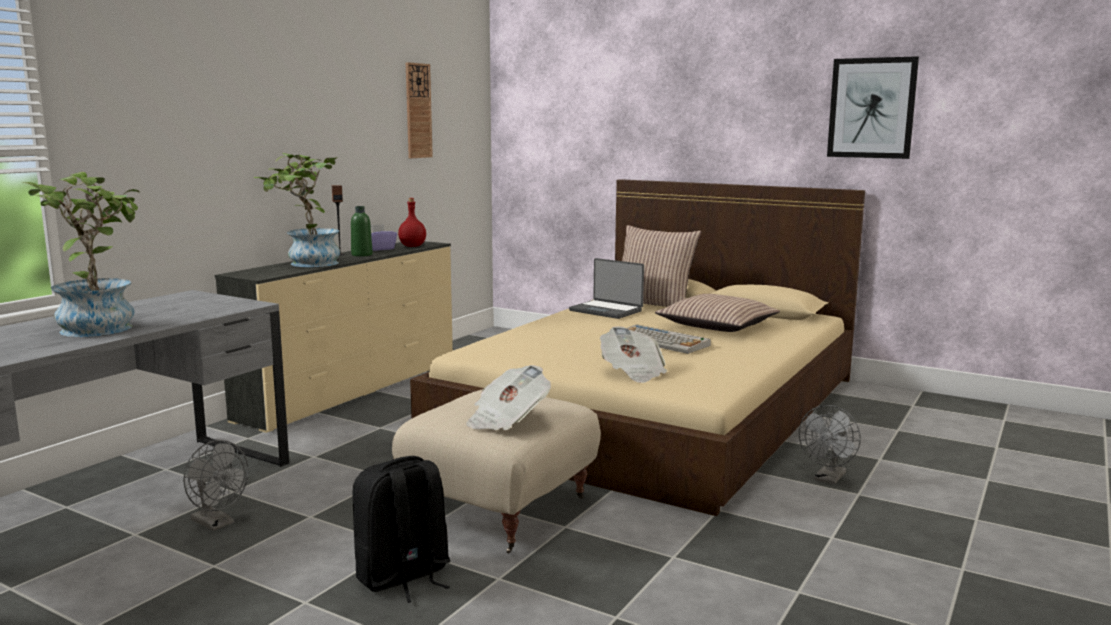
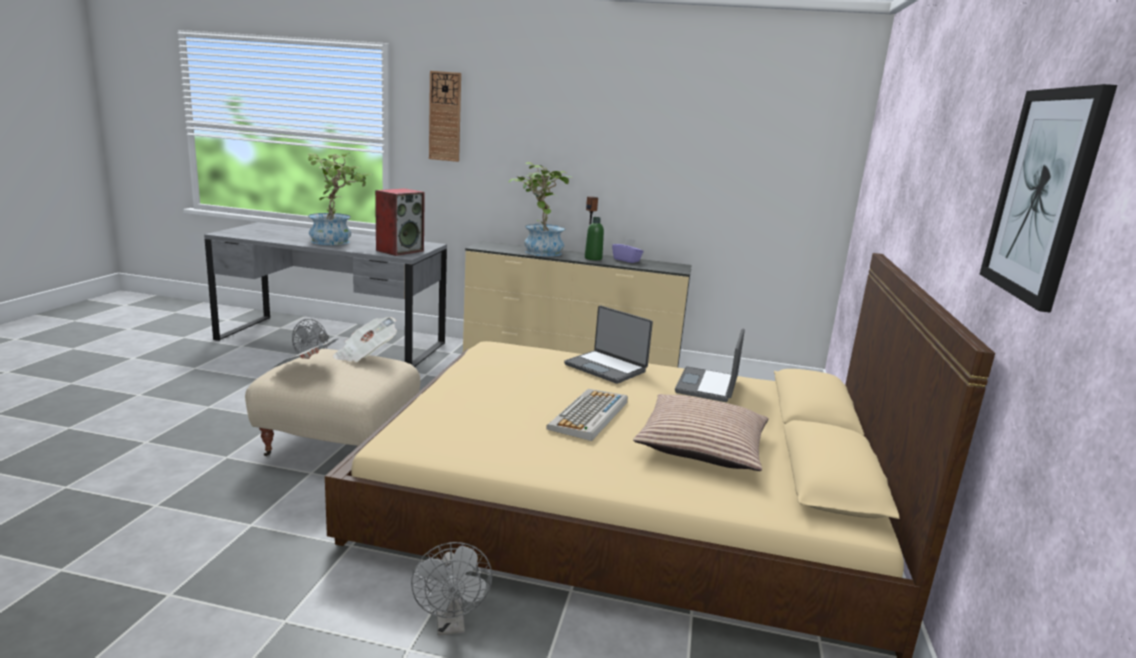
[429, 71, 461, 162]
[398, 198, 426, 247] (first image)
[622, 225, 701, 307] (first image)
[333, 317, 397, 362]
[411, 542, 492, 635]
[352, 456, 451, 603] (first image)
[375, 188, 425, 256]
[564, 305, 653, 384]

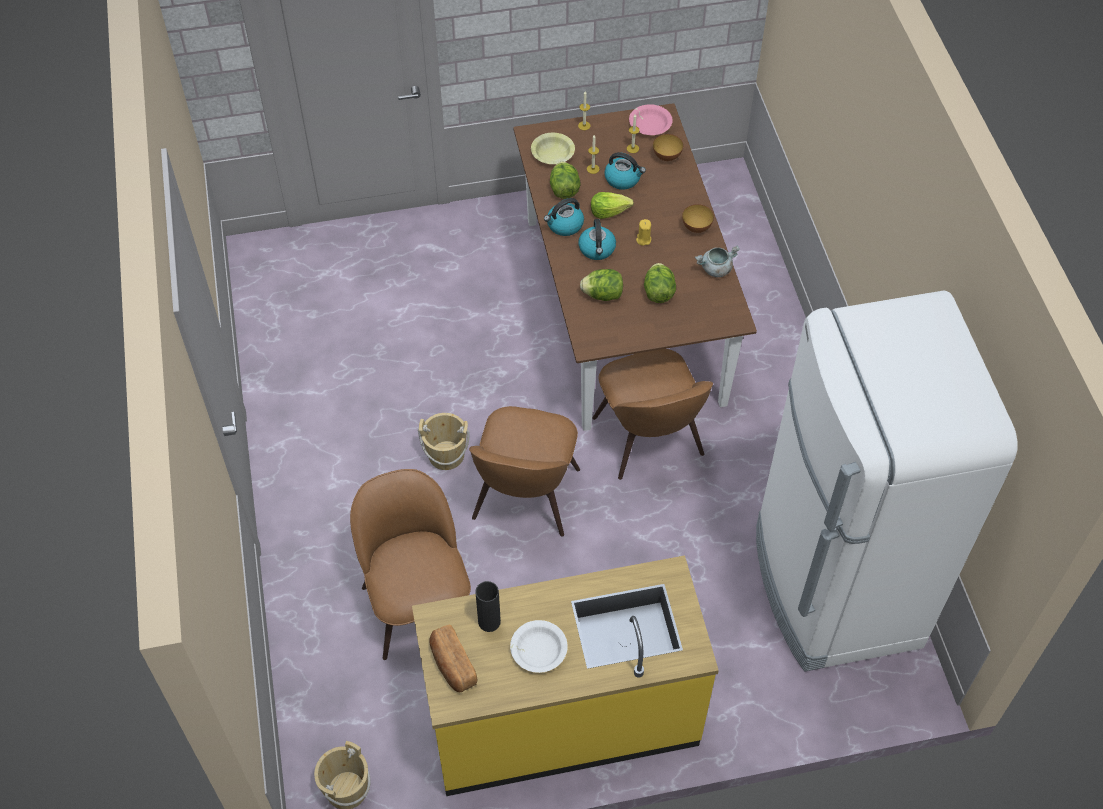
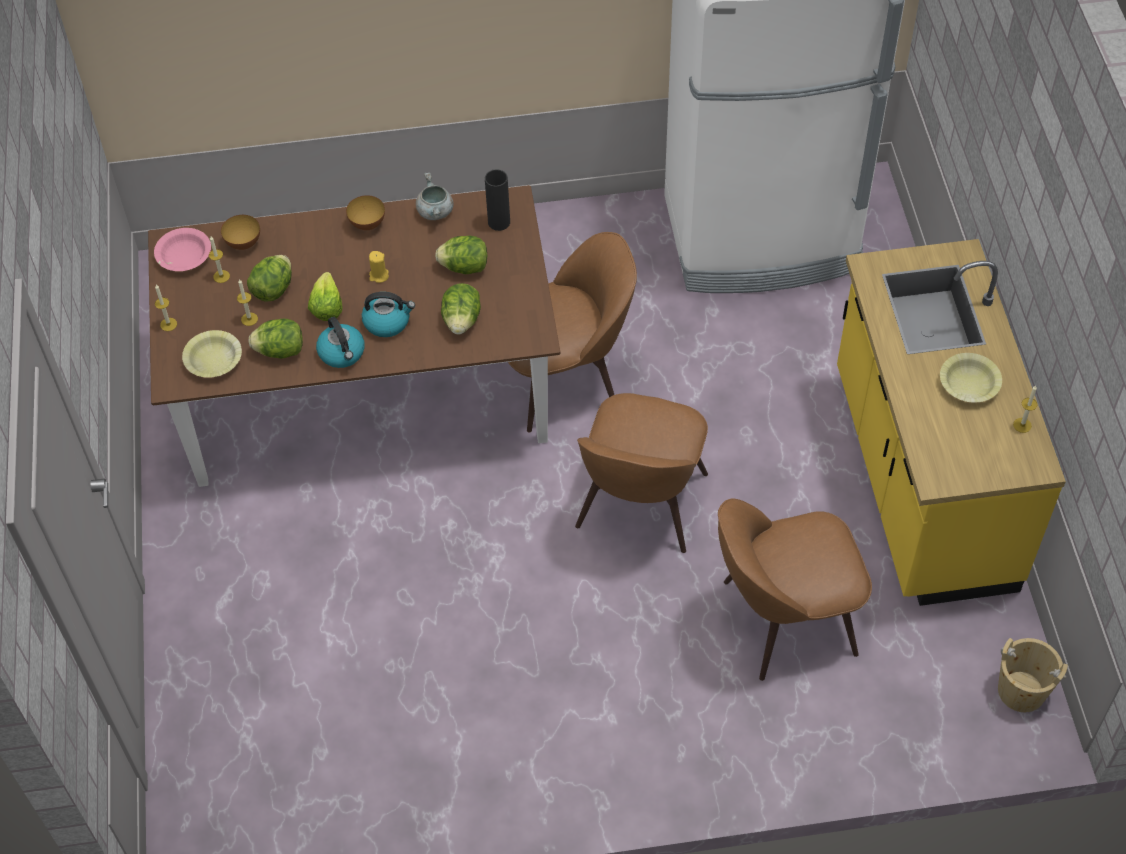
[247, 255, 292, 302]
[575, 393, 708, 553]
[418, 413, 470, 470] (first image)
[485, 169, 510, 231]
[940, 353, 1002, 403]
[429, 625, 477, 692] (first image)
[1013, 386, 1037, 433]

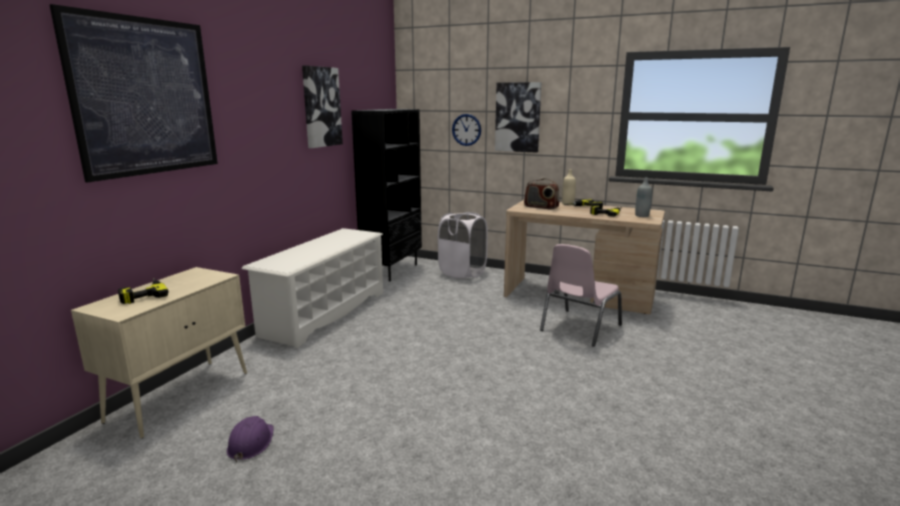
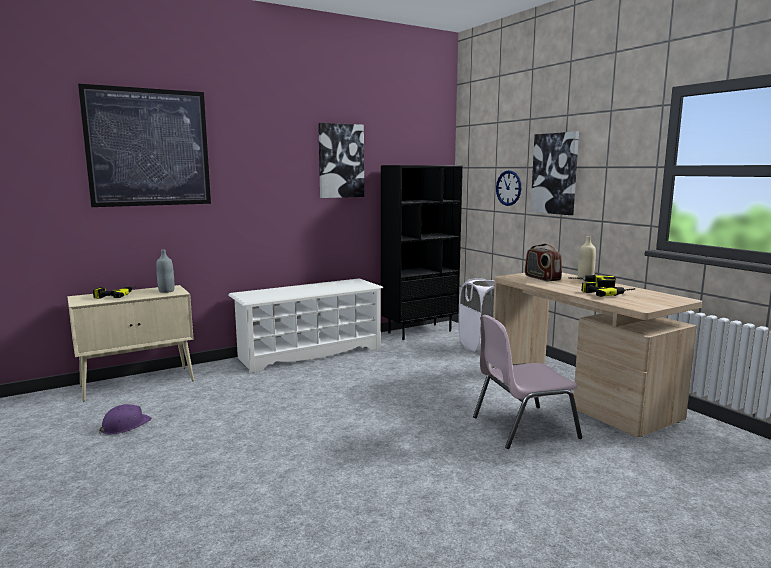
[156, 250, 175, 293]

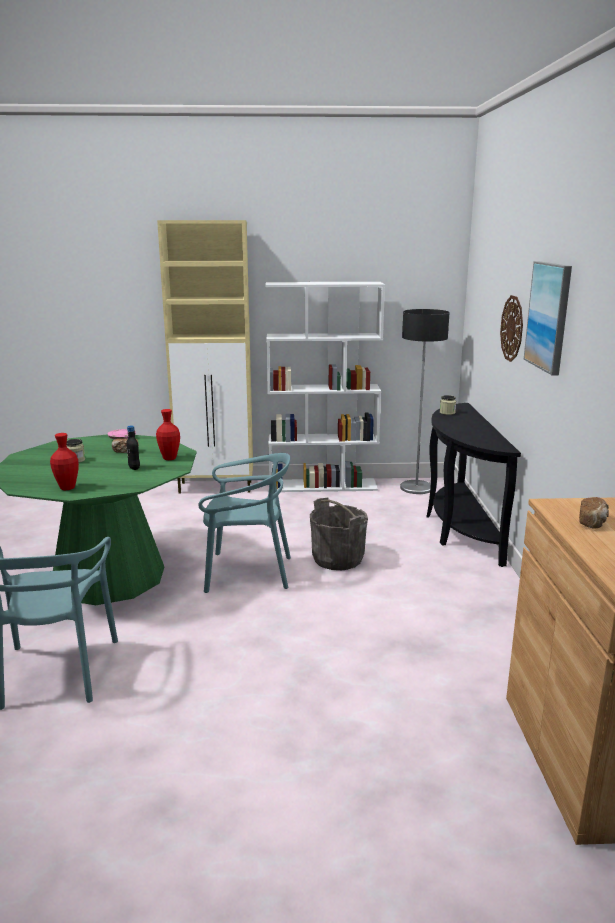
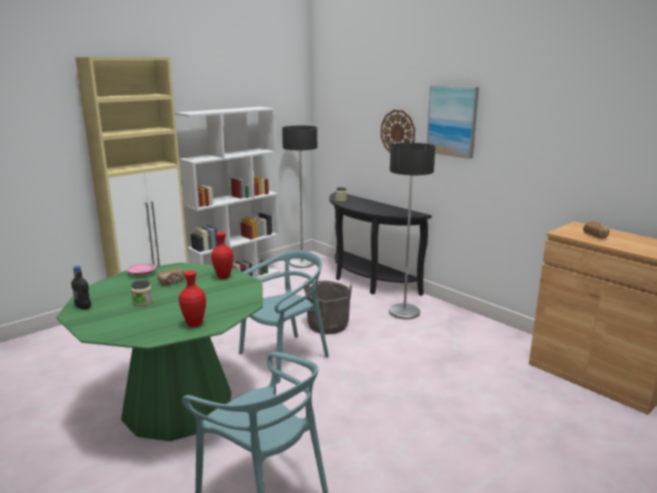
[71, 266, 91, 309]
[389, 143, 435, 319]

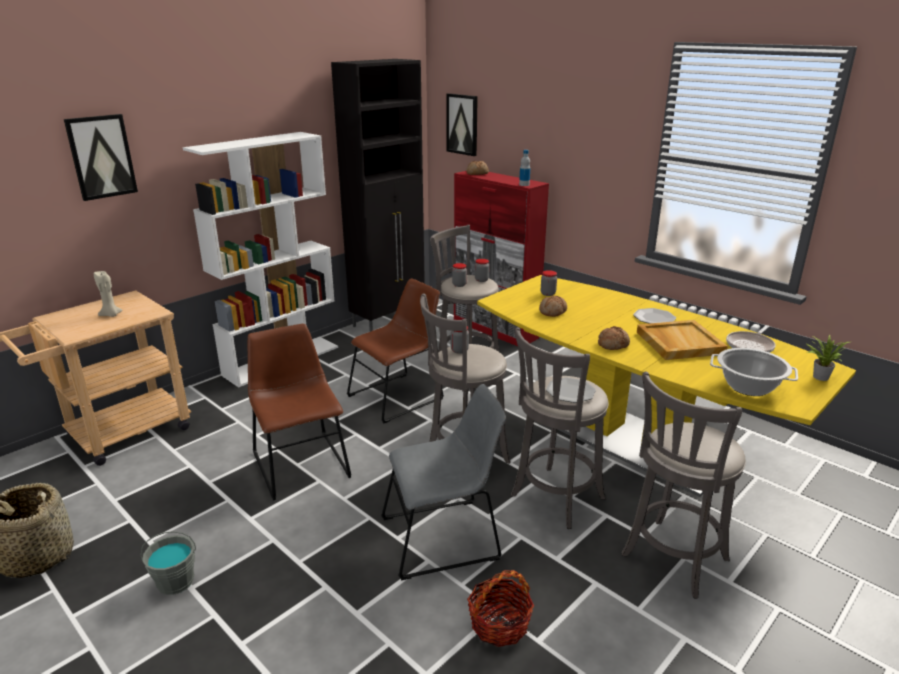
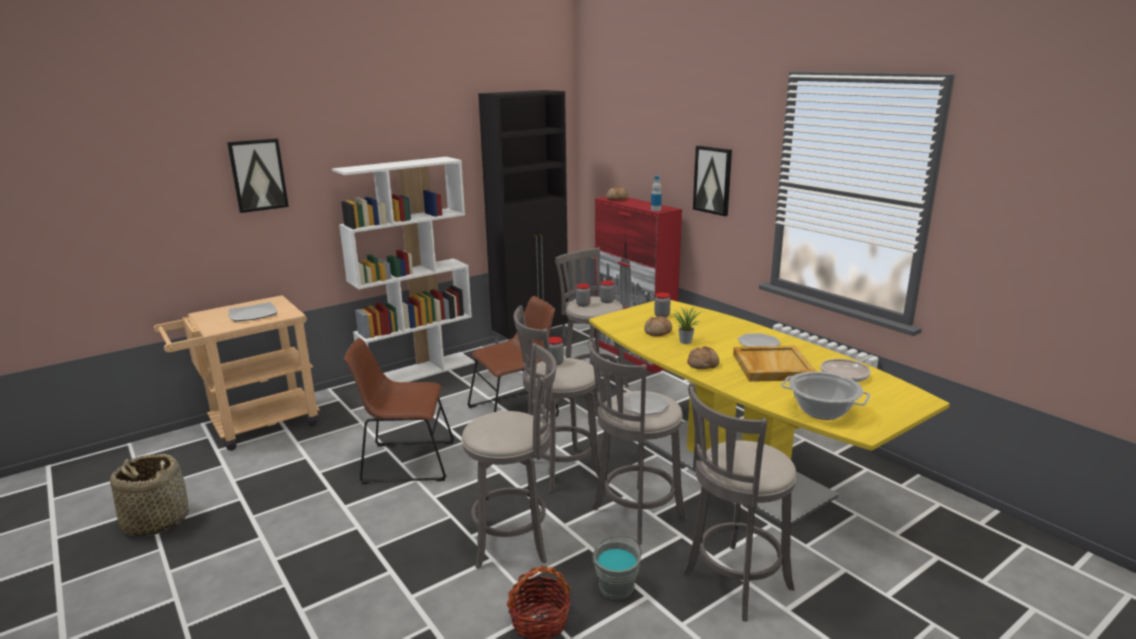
[693, 146, 732, 216]
[229, 302, 277, 322]
[344, 338, 454, 484]
[674, 306, 705, 344]
[462, 343, 557, 569]
[593, 535, 641, 600]

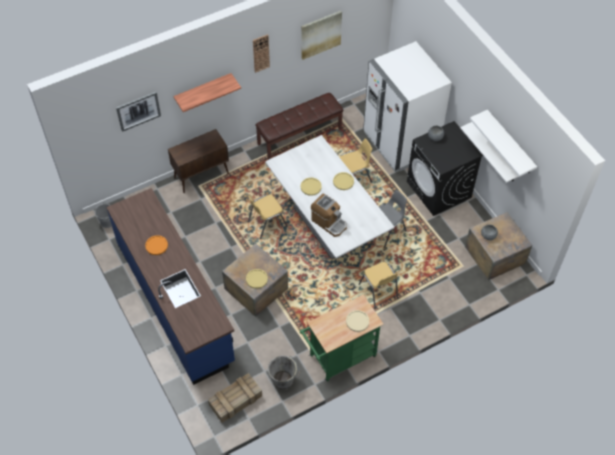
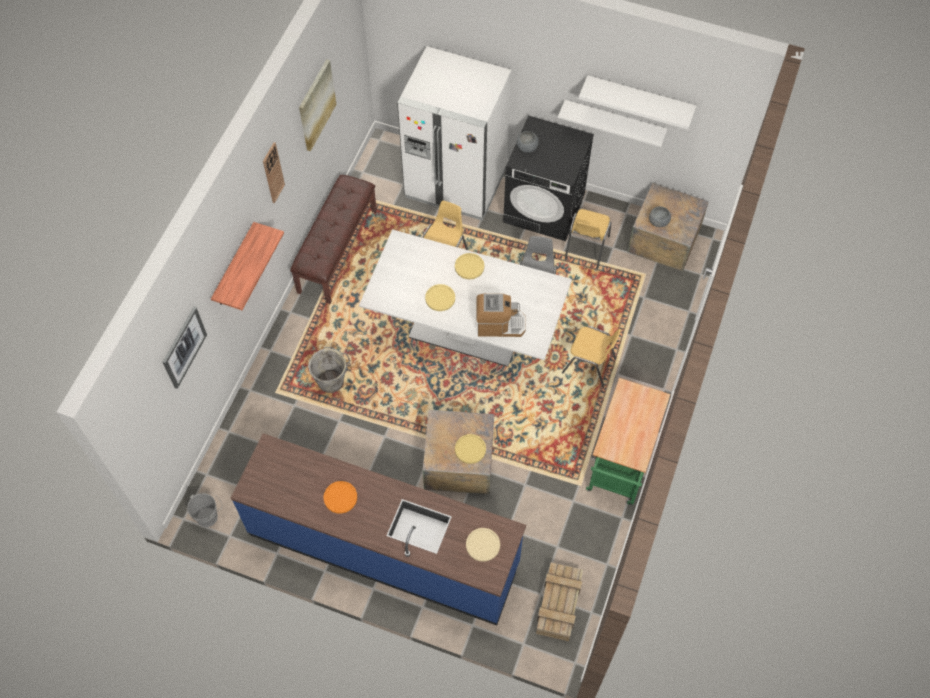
[168, 129, 229, 193] (first image)
[565, 209, 611, 269]
[466, 528, 500, 562]
[308, 347, 351, 393]

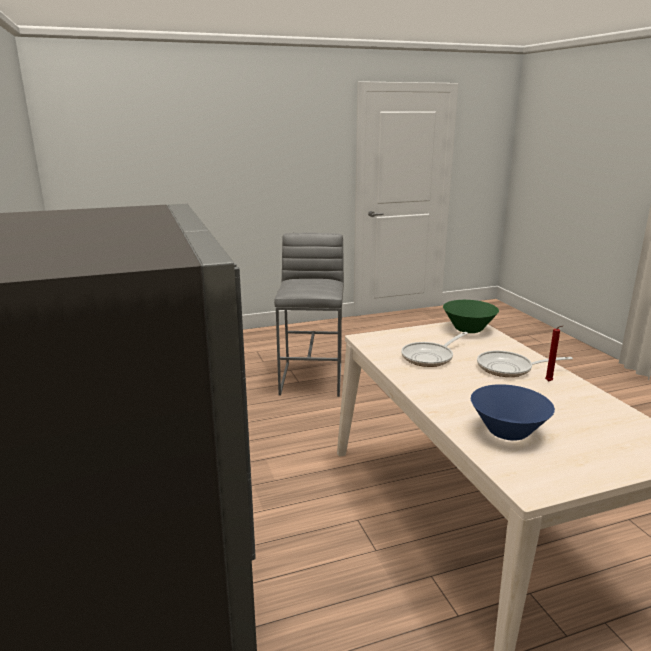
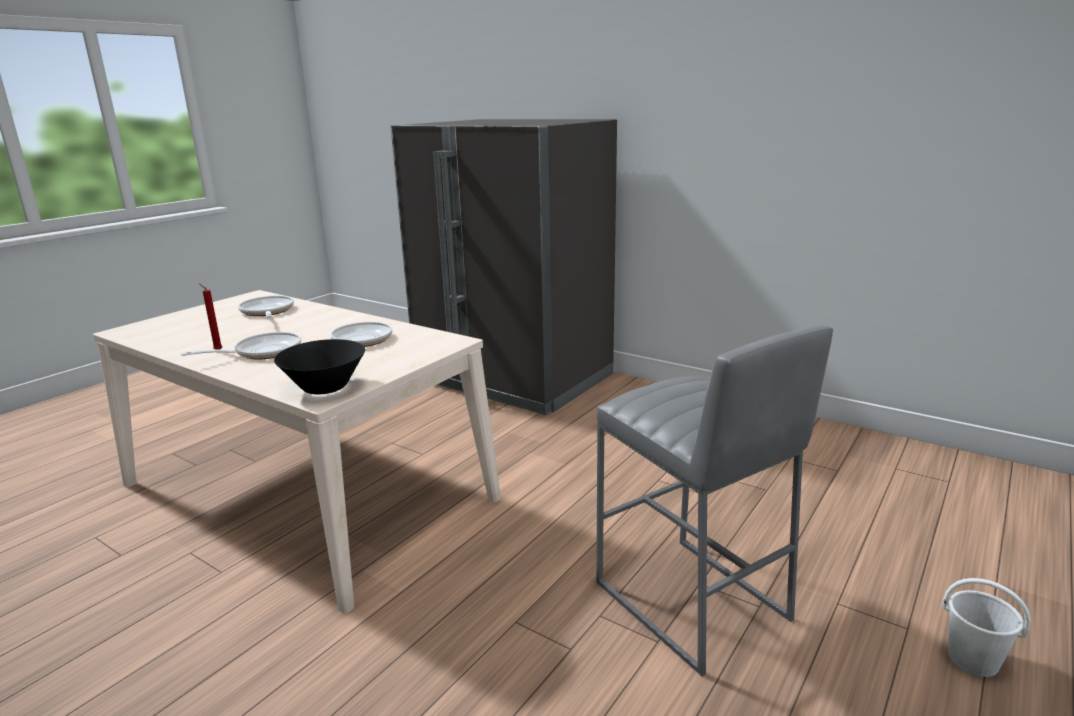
[274, 339, 365, 394]
[238, 296, 294, 318]
[942, 578, 1031, 677]

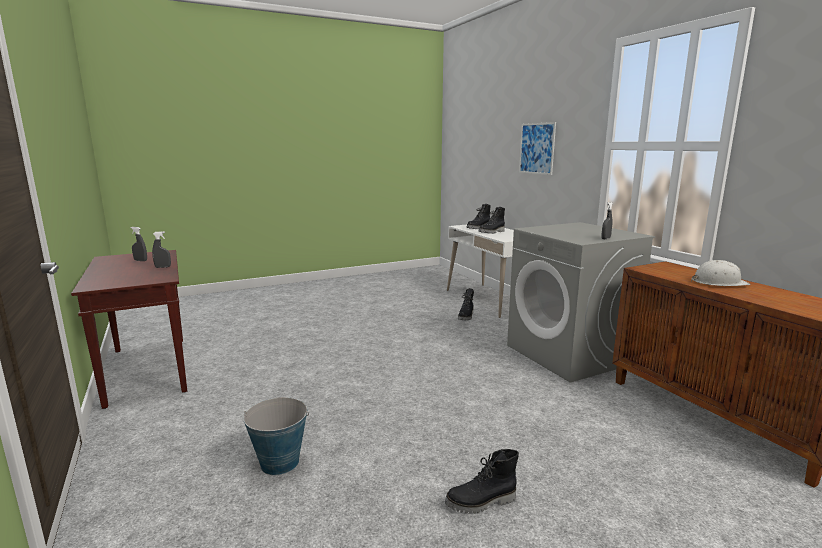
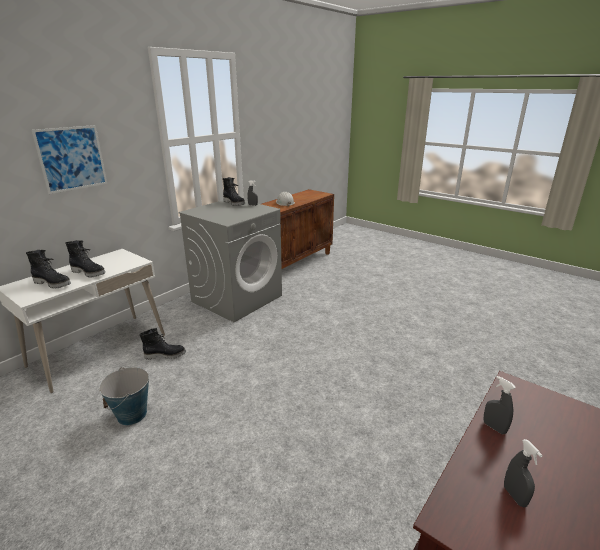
[99, 367, 149, 425]
[223, 177, 245, 206]

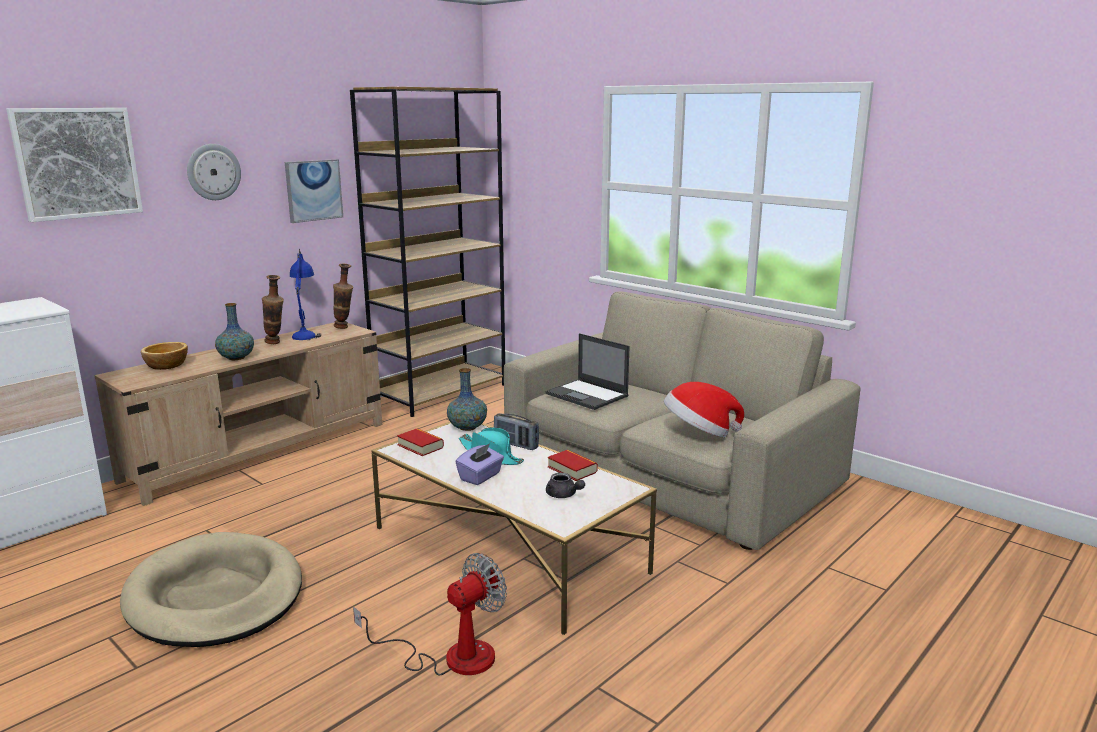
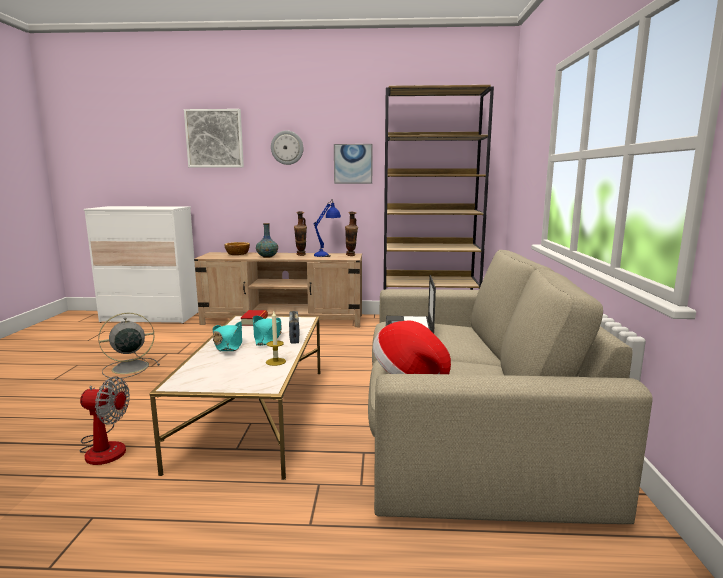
[447, 368, 487, 431] (first image)
[213, 321, 242, 351]
[266, 311, 286, 366]
[546, 473, 585, 498] (first image)
[98, 313, 160, 379]

